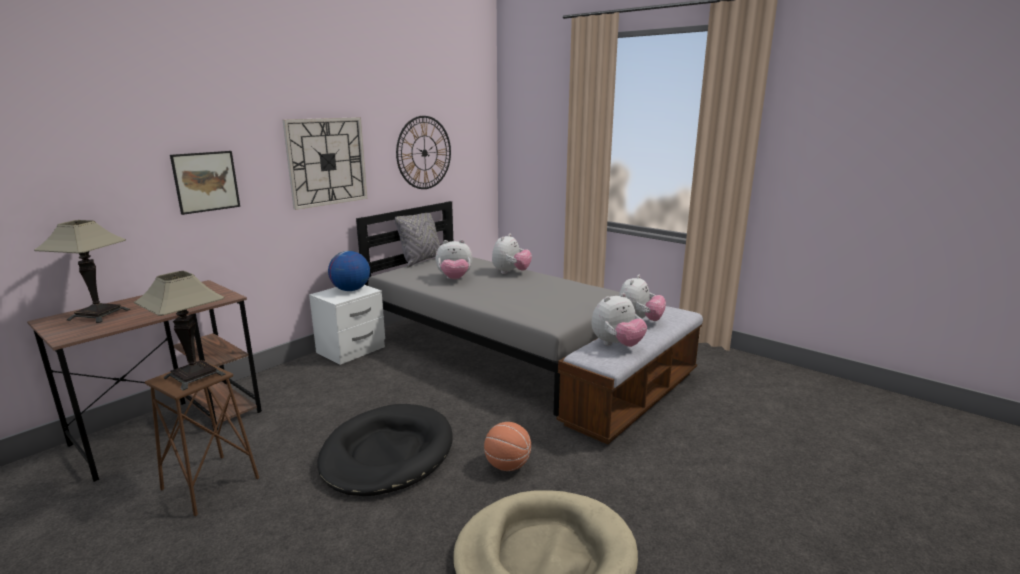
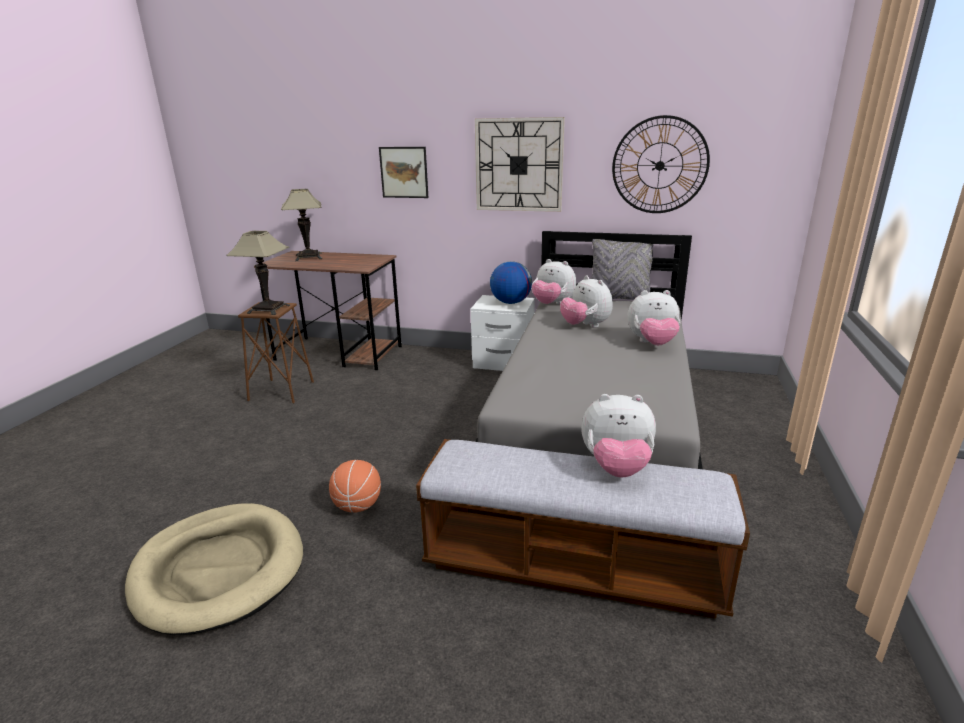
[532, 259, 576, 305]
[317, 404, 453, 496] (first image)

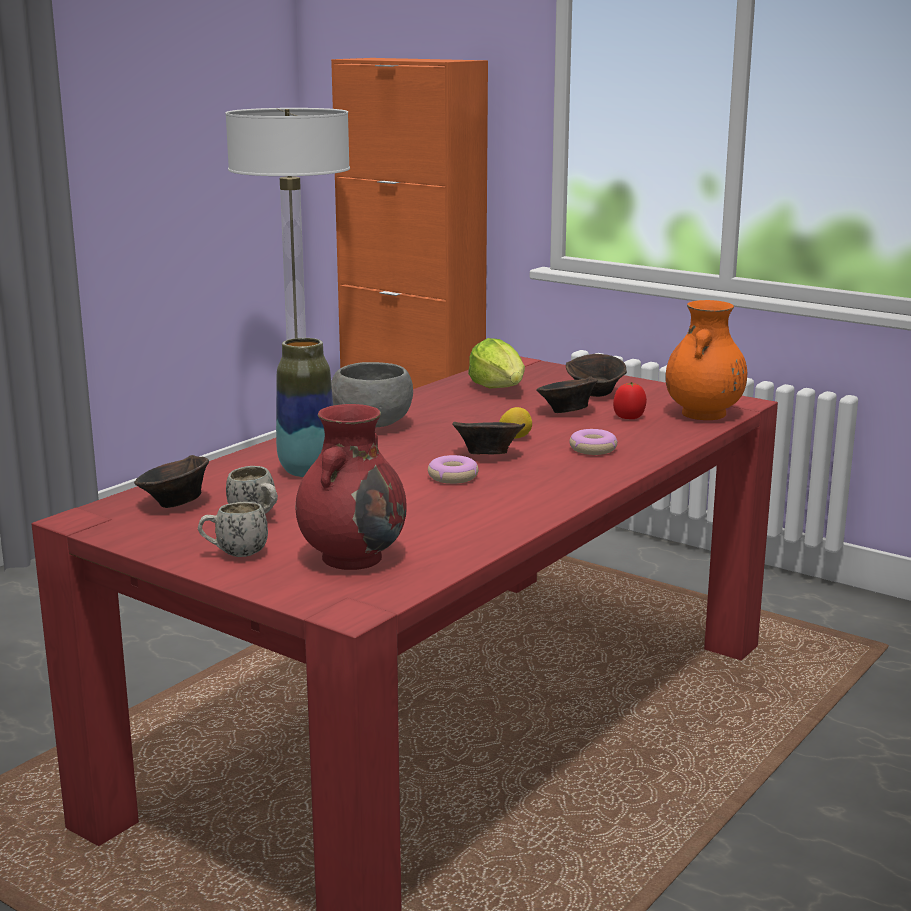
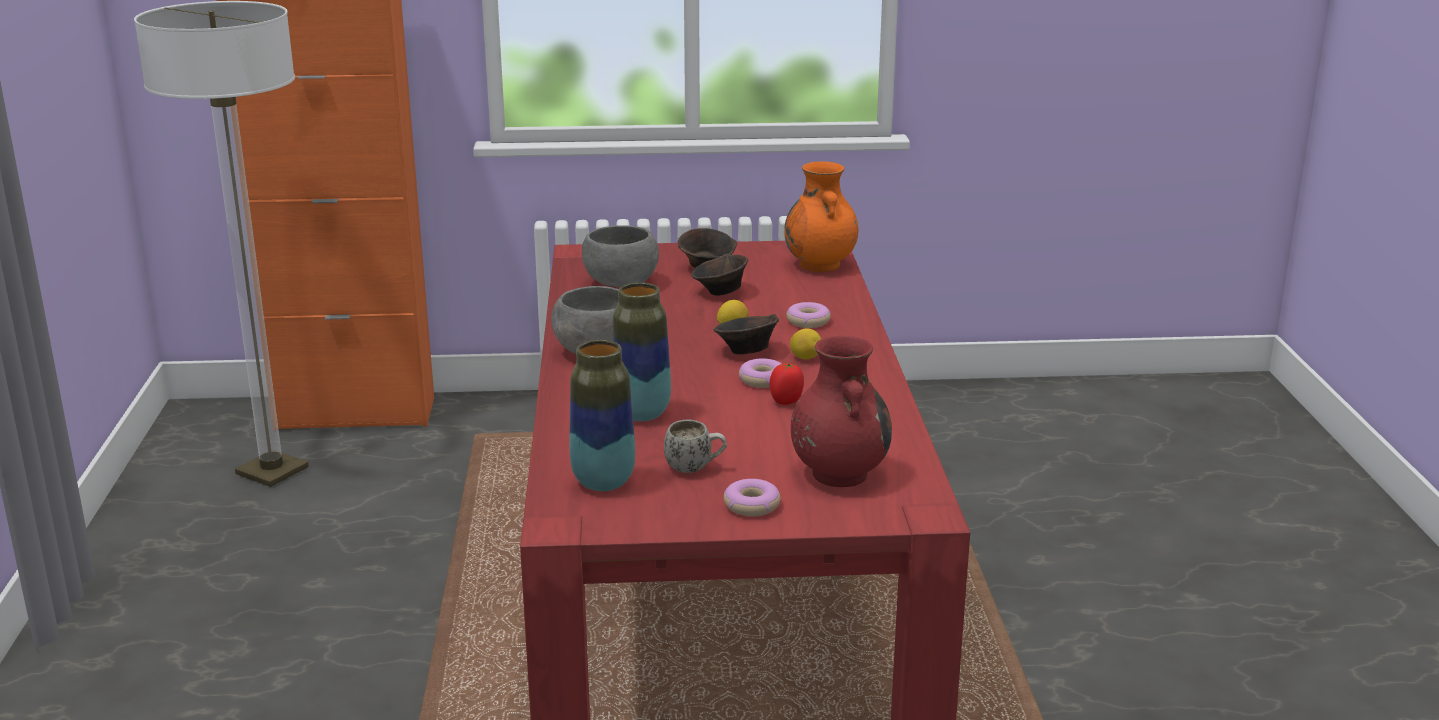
[582, 225, 659, 287]
[770, 363, 804, 405]
[569, 340, 635, 491]
[724, 479, 780, 516]
[790, 328, 821, 359]

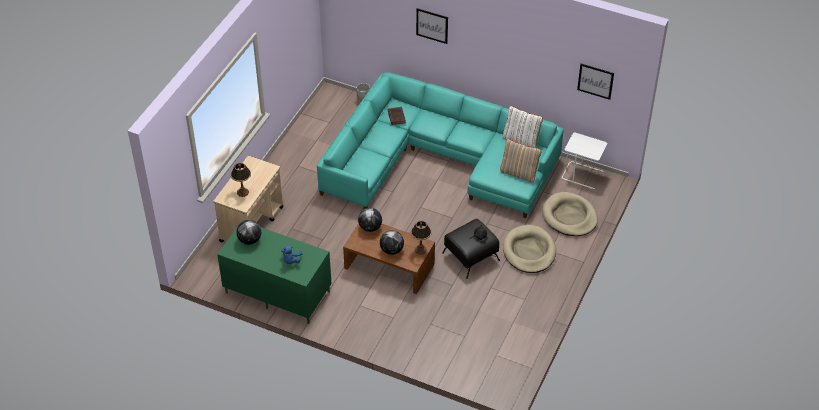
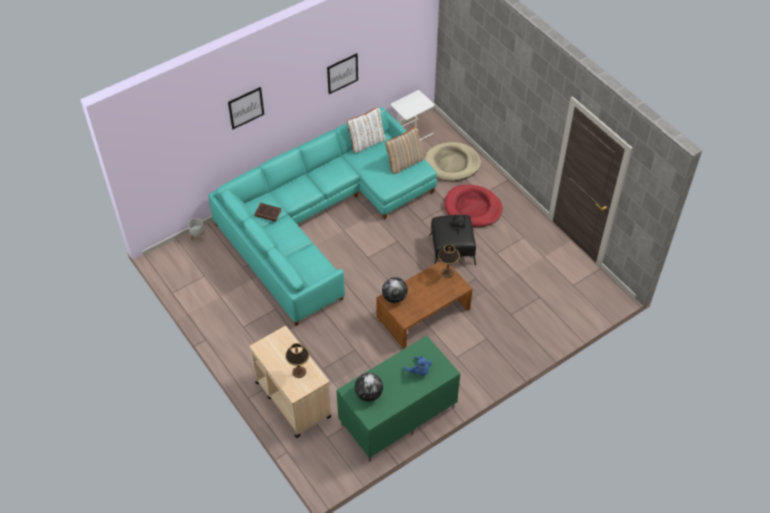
[327, 53, 358, 94]
[445, 185, 503, 227]
[380, 230, 404, 255] (first image)

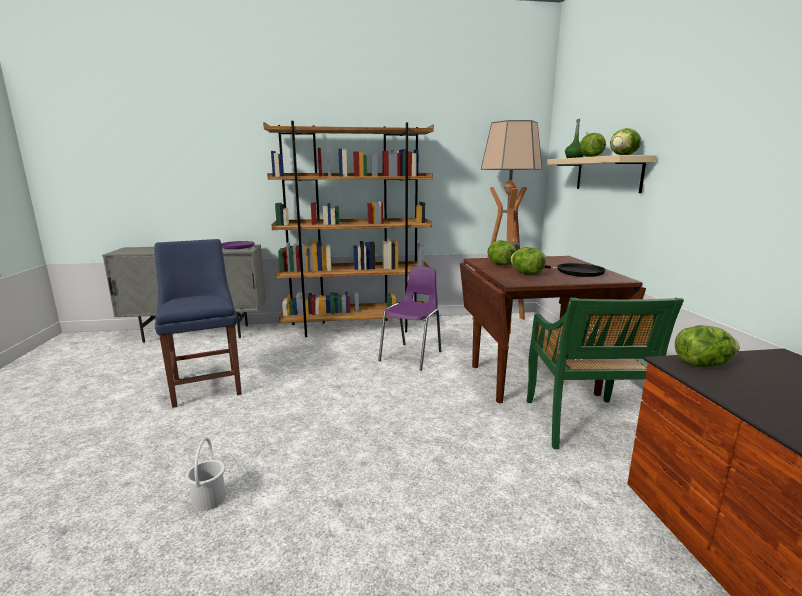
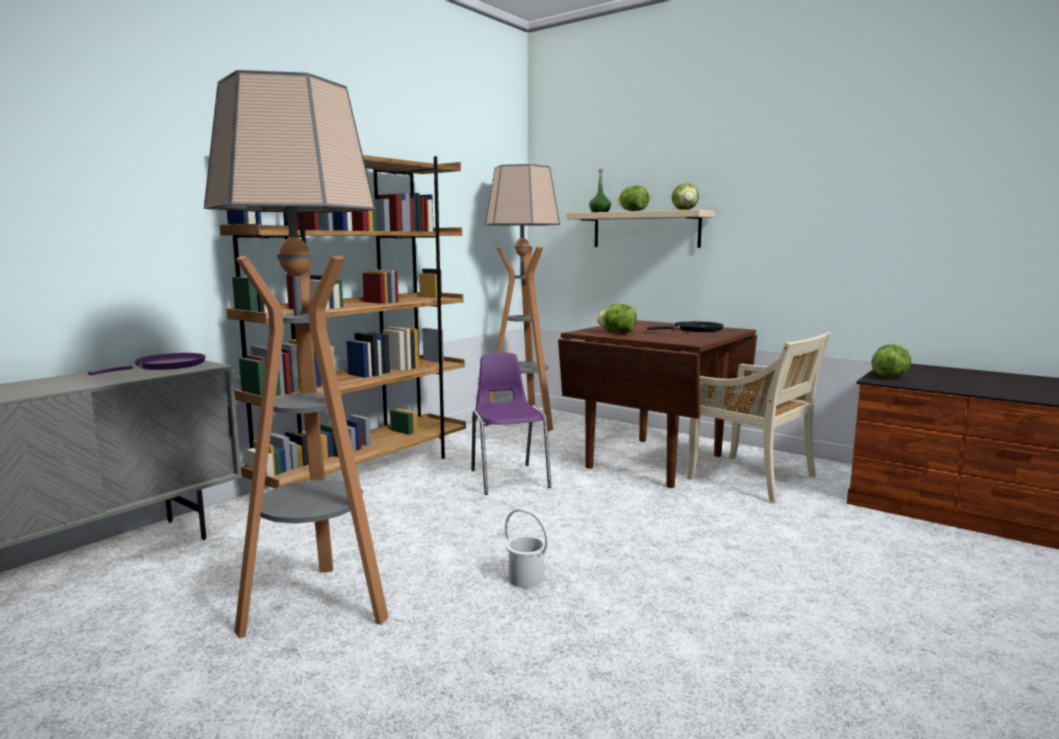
[204, 70, 389, 638]
[511, 247, 546, 275] (first image)
[687, 332, 831, 502]
[505, 509, 548, 588]

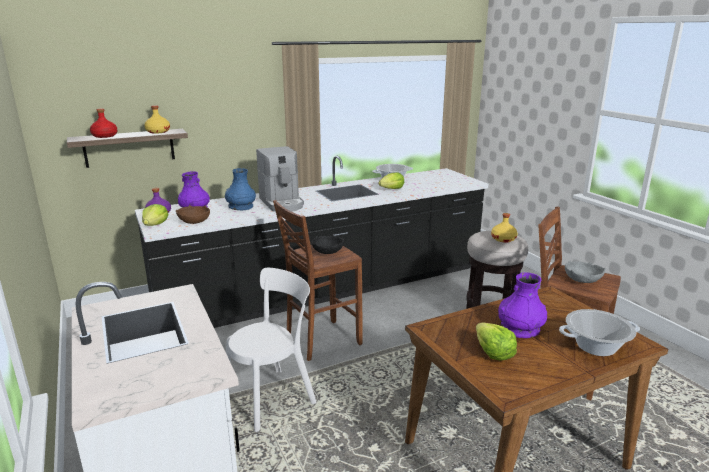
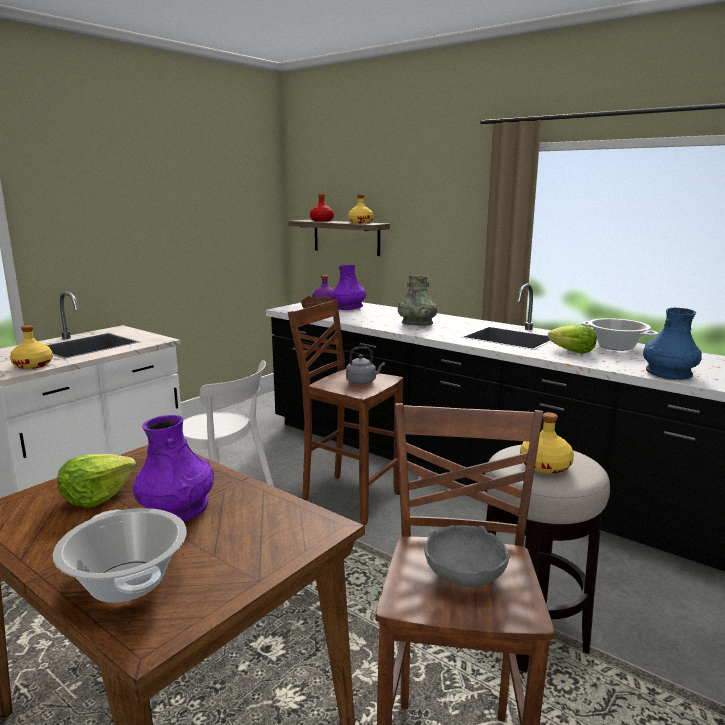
[398, 276, 437, 326]
[643, 308, 702, 380]
[142, 204, 169, 226] (first image)
[346, 347, 385, 384]
[10, 325, 53, 369]

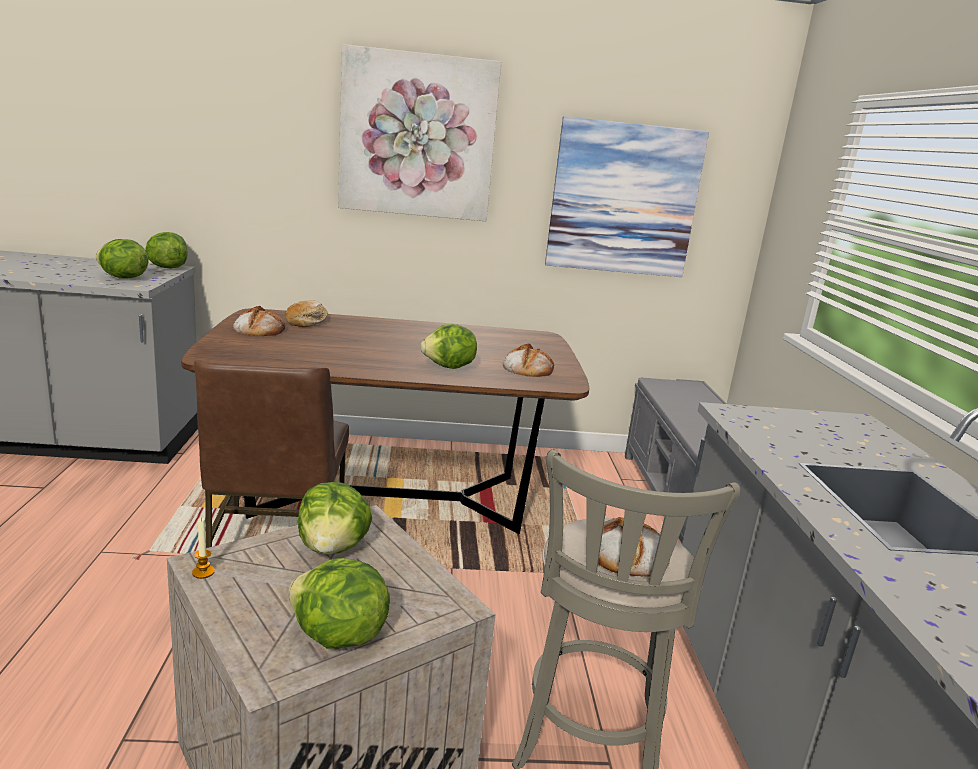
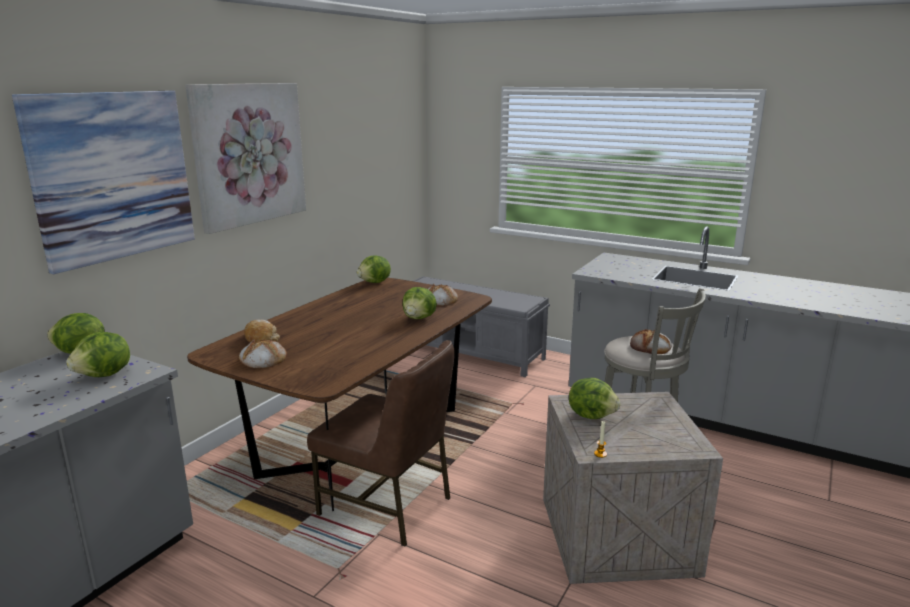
[12, 91, 195, 274]
[357, 255, 391, 283]

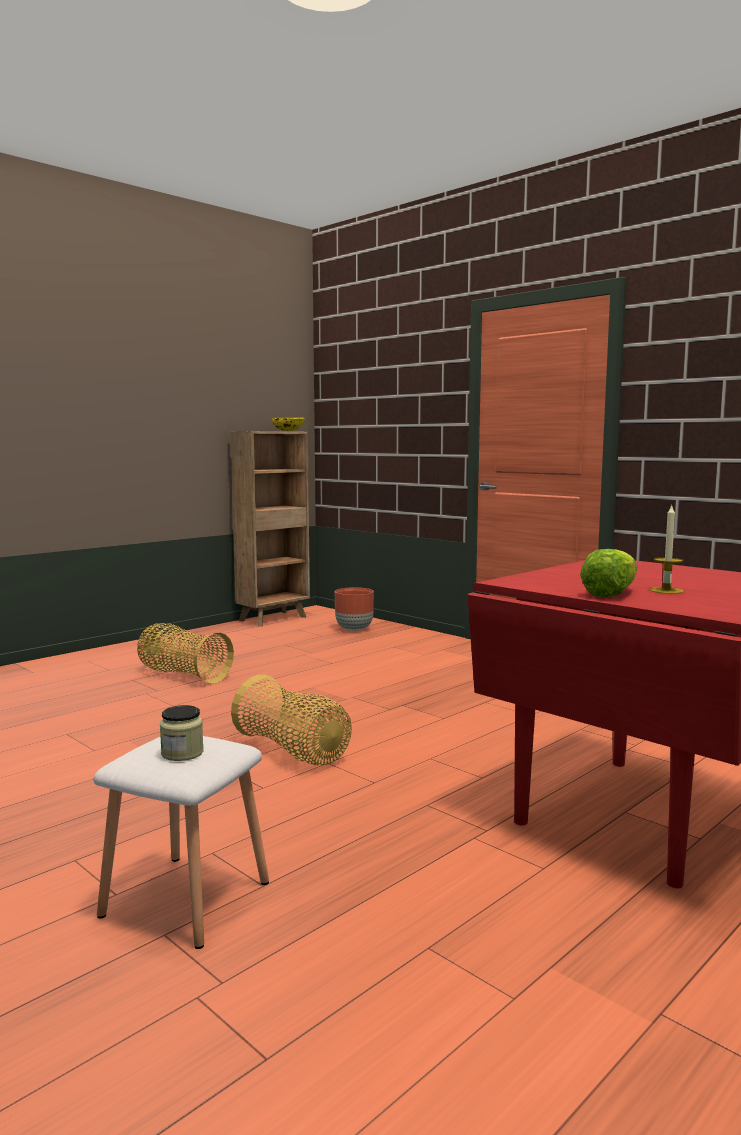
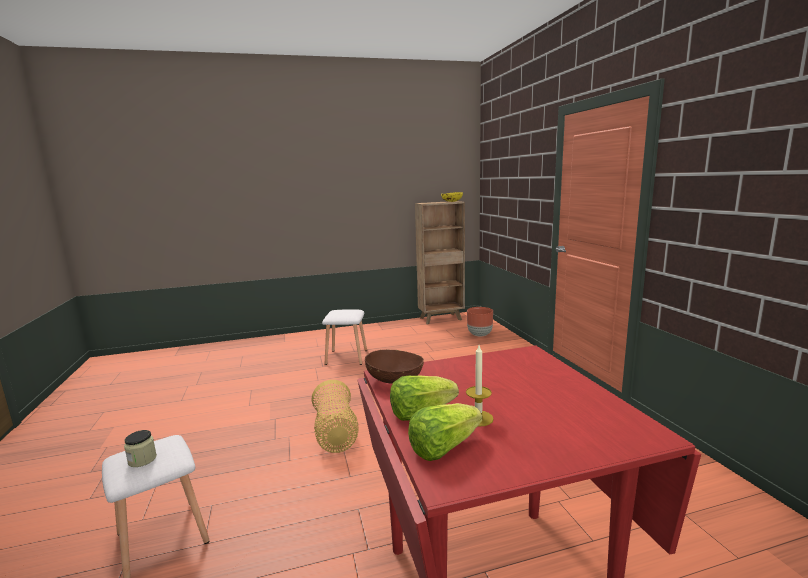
[322, 309, 367, 365]
[365, 350, 424, 384]
[408, 403, 482, 461]

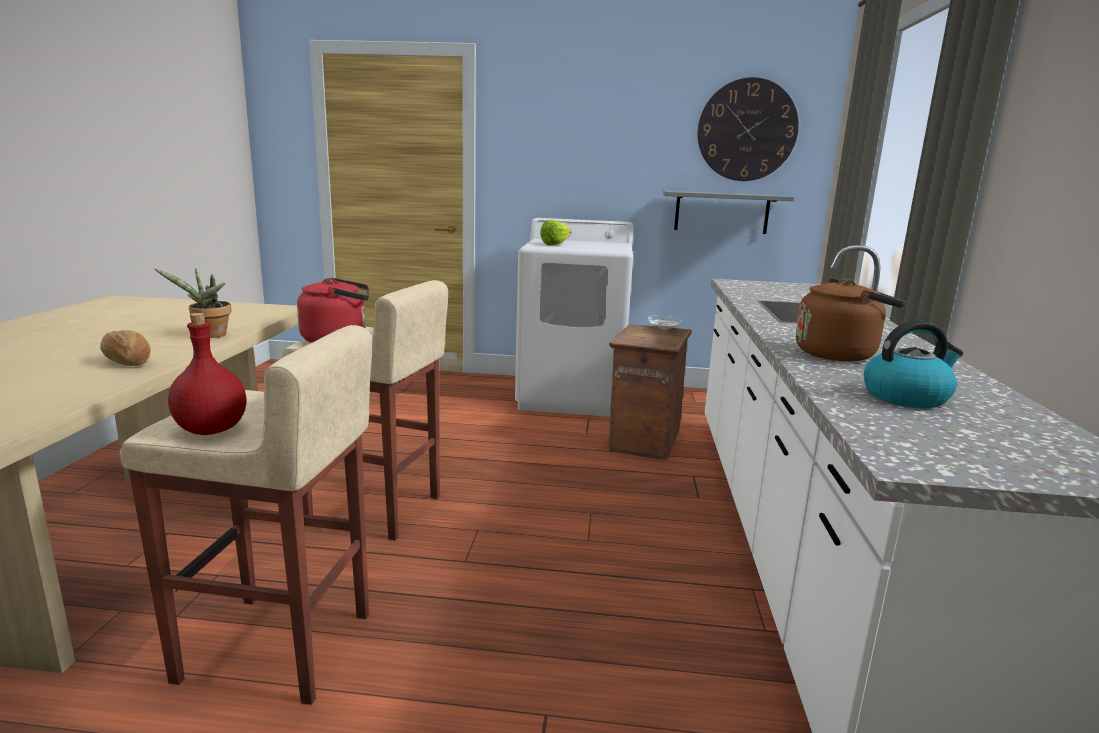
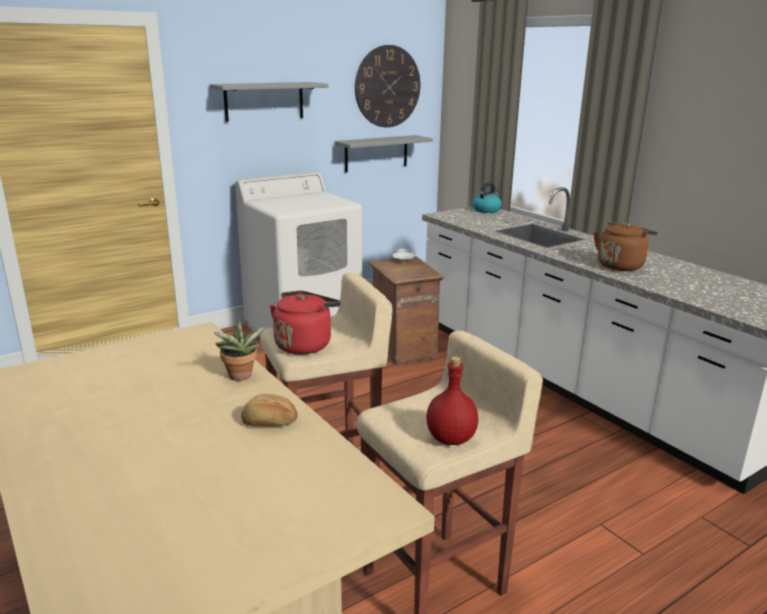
[540, 220, 572, 245] (first image)
[472, 182, 502, 213]
[210, 82, 328, 122]

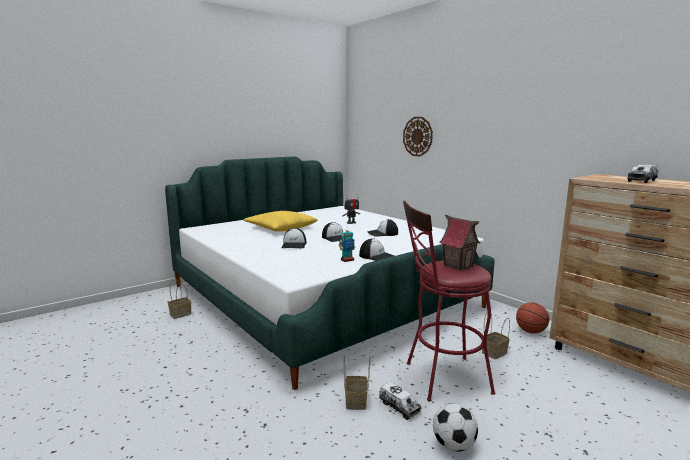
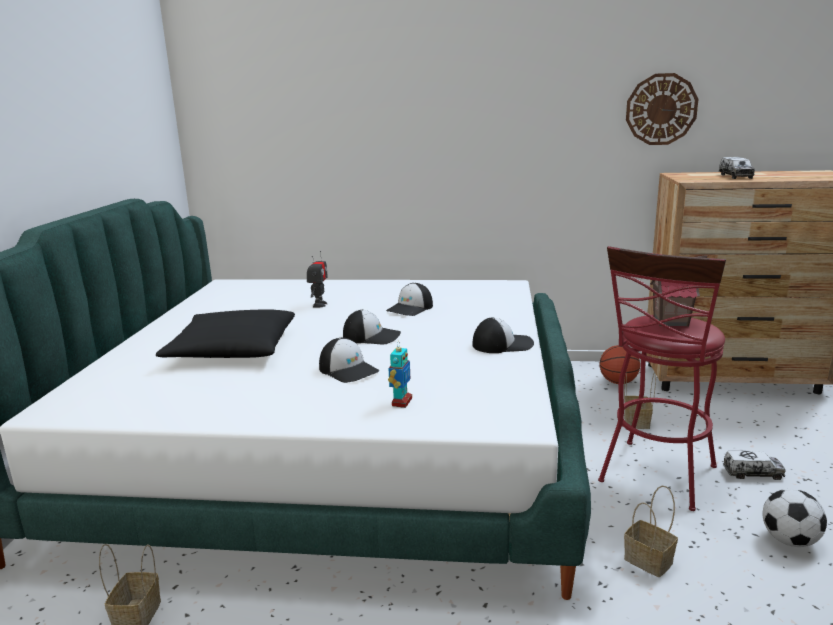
[626, 73, 698, 145]
[156, 309, 295, 358]
[388, 342, 412, 408]
[723, 451, 786, 480]

